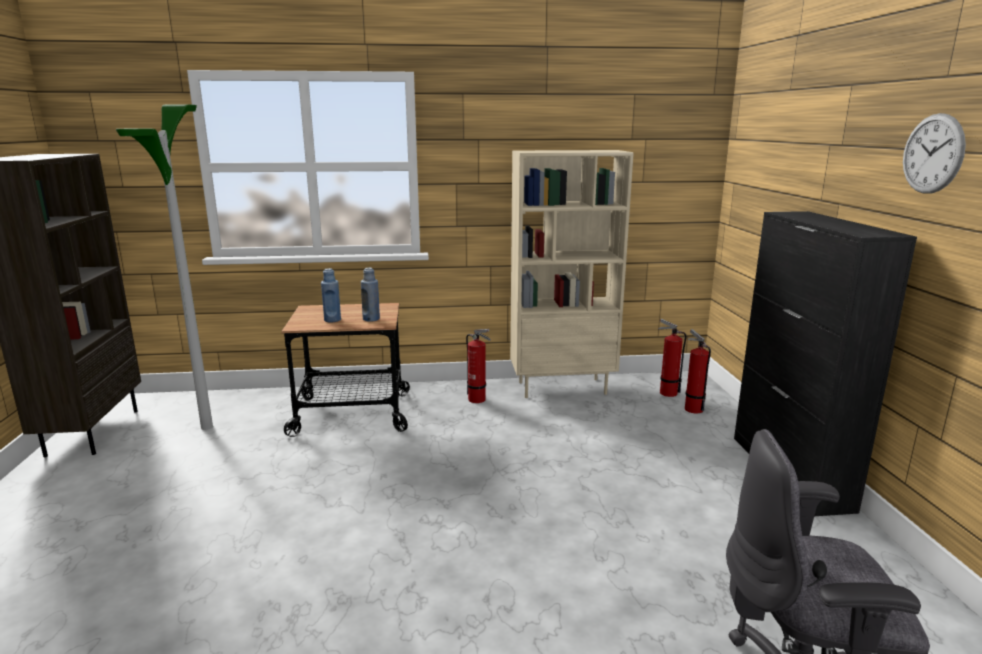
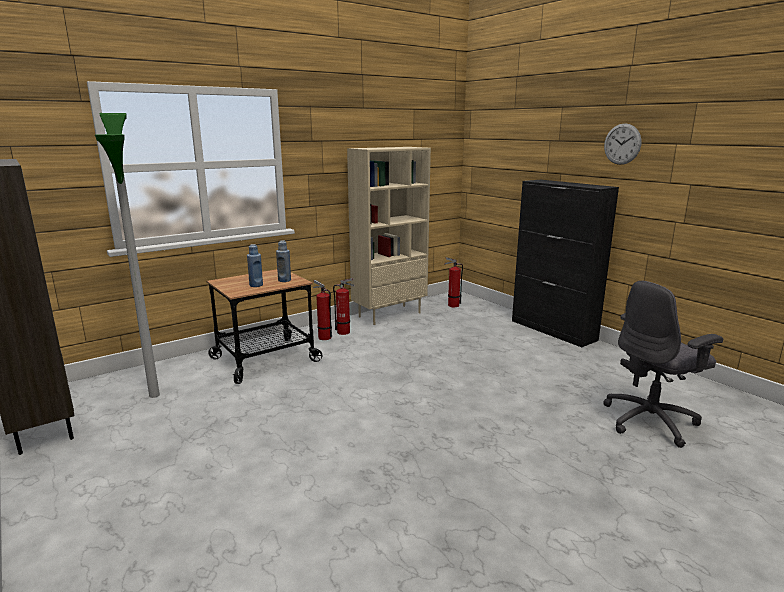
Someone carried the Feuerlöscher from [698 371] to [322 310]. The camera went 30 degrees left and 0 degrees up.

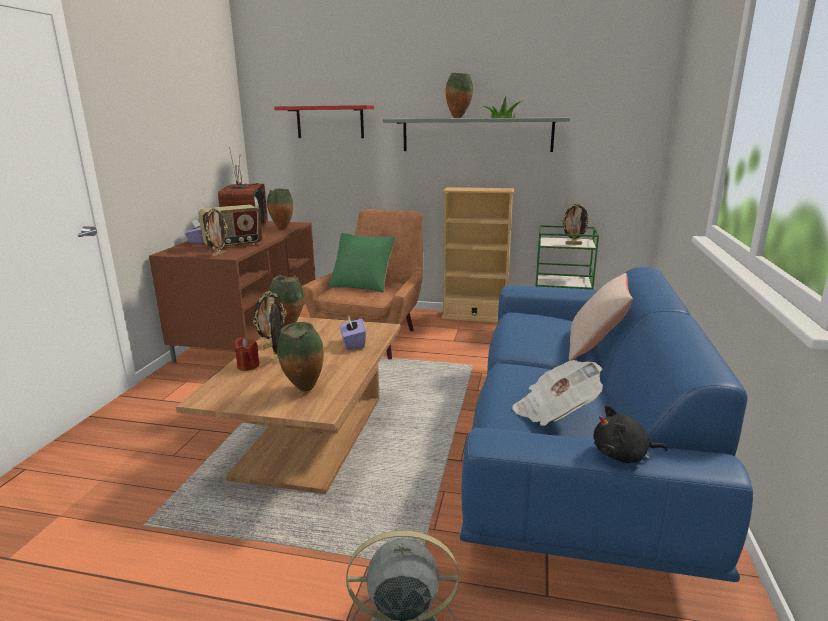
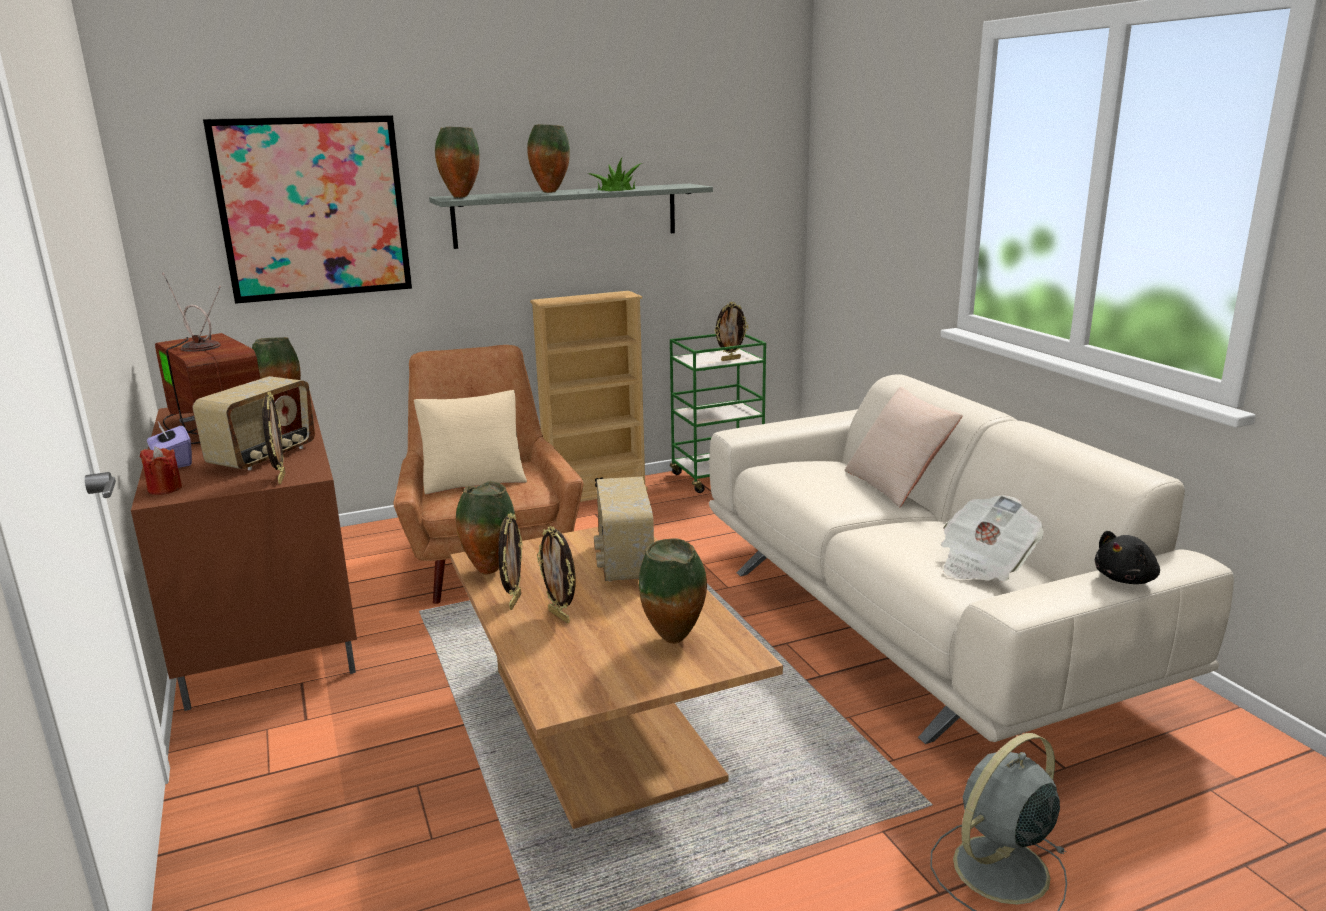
Someone put down the Vase at [457 162]. Someone carried the Kerze (rot) from [247 354] to [161 471]. Someone swapped the Wandregal (rot) at [324 121] for the Bild at [307 209]. Someone swapped the Taschentuchbox (lila) at [353 332] for the Radio at [624 528]. Someone repainted the Kissen (grün) at [362 263], which became the Kissen (beige) at [470 442]. Someone repainted the Sofa (blau) at [606 424], which became the Sofa (beige) at [971 559]. The camera went 35 degrees left and 0 degrees up.

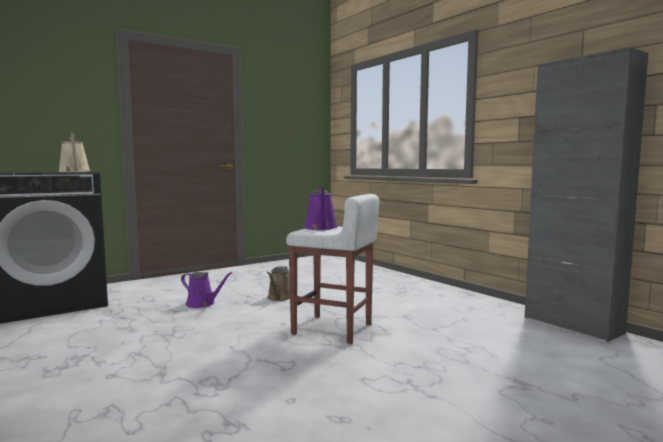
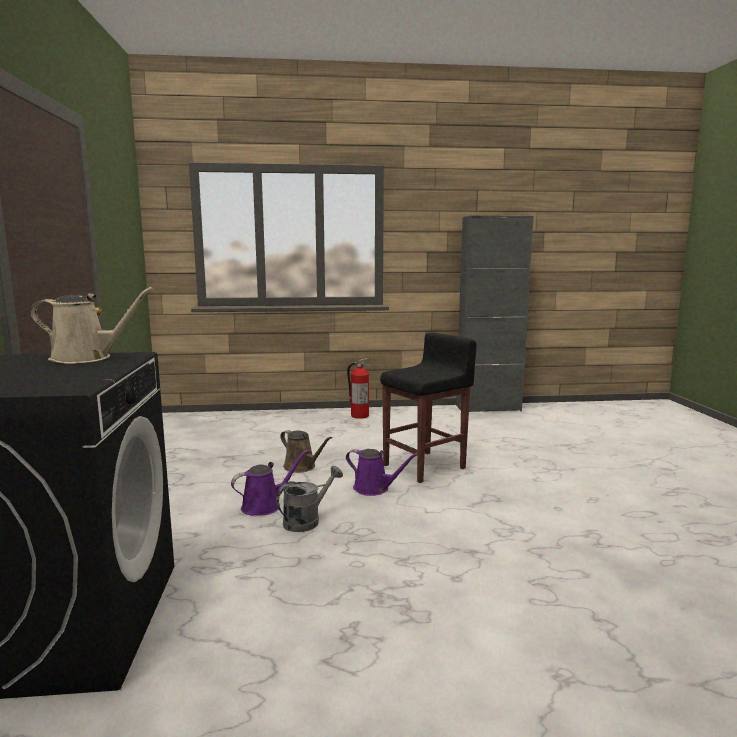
Someone put down the Gießkanne (grau) at [309 499]. Someone put down the Feuerlöscher at [359 388]. Someone carried the Gießkanne (lila) from [320 208] to [382 472]. Someone repainted the Hocker (weiß) at [332 269], which became the Hocker (schwarz) at [428 407]. The camera went 60 degrees left and 5 degrees up.

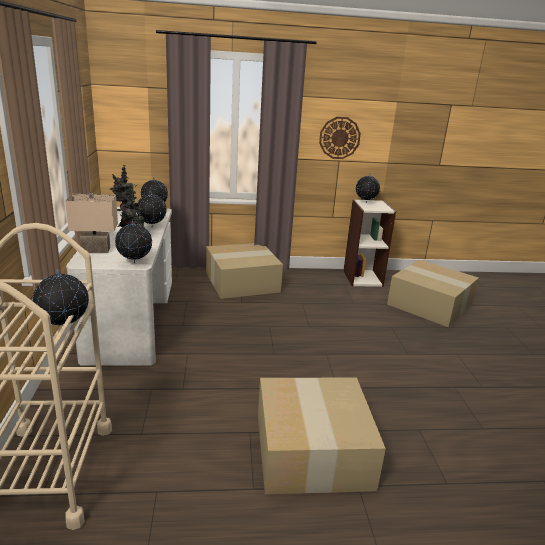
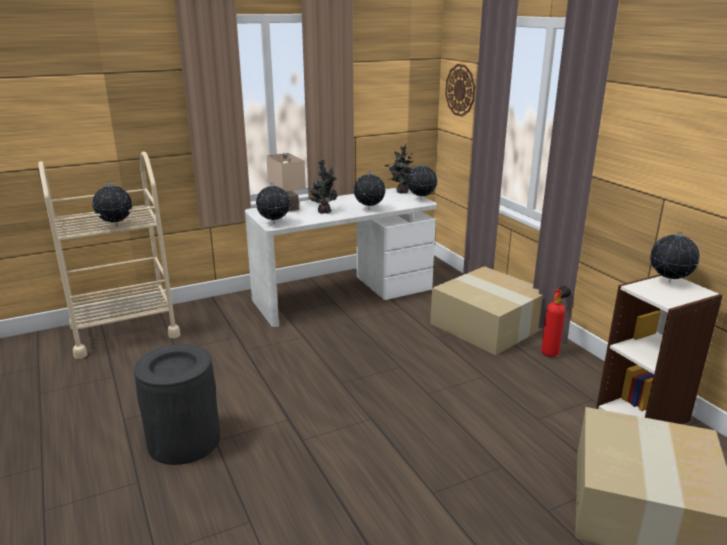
Someone put down the Feuerlöscher at [556 321]. Someone carried the Wanduhr from [340 138] to [460 90]. Someone swapped the Karton at [322 436] for the Mülleimer (schwarz) at [177 404]. The camera went 70 degrees right and 0 degrees up.

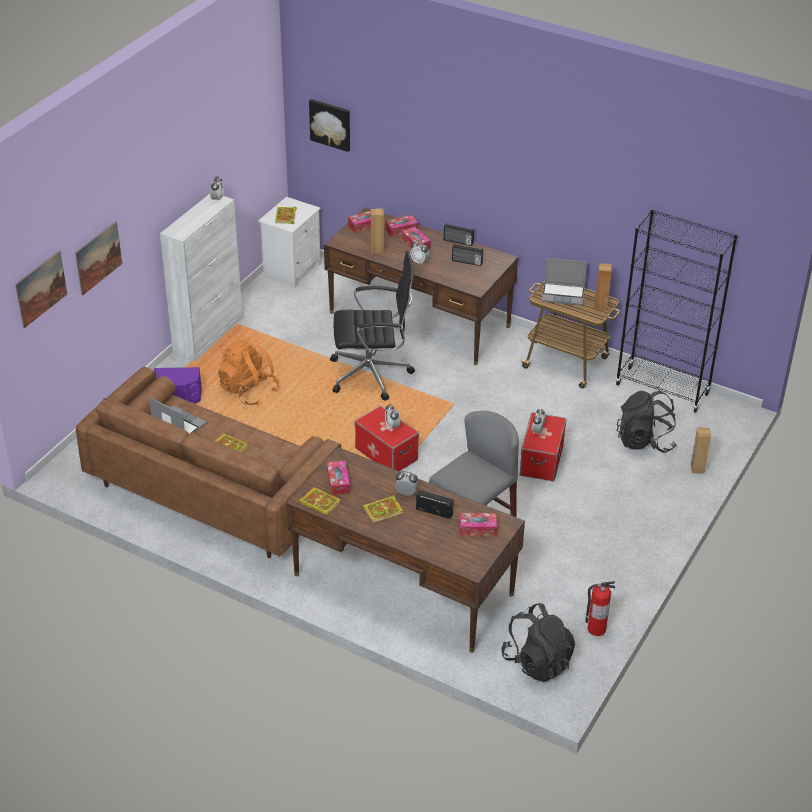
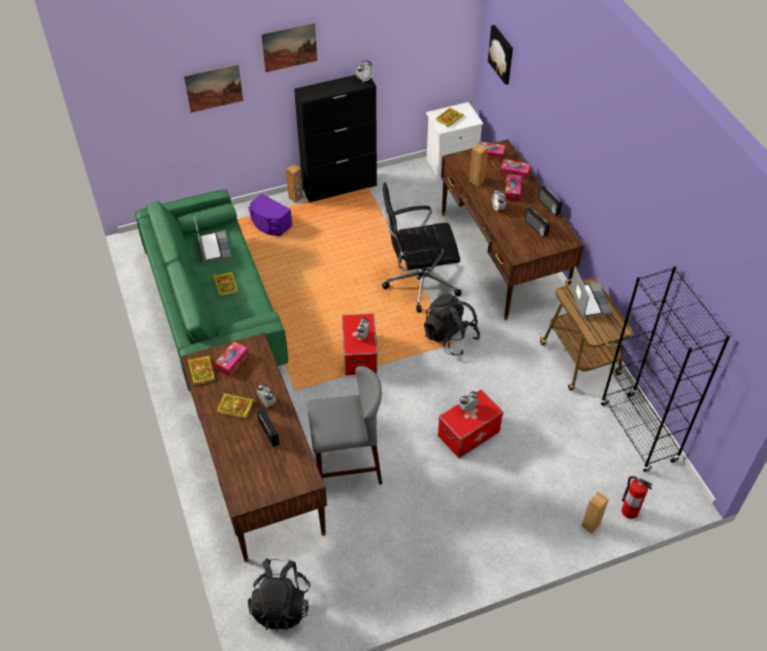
Someone took away the Rucksack (orange) at [249 372]. Someone took away the Taschentuchbox at [478 524]. Someone carried the Bild from [41 289] to [289 47]. Someone carried the Feuerlöscher from [600 608] to [637 497]. Someone carried the Lautsprecher (braun) from [603 286] to [294 183]. Someone carried the Rucksack (schwarz) from [646 421] to [452 325]. Someone repainted the Sofa (braun) at [208 462], which became the Sofa (grün) at [211 290]. Someone repainted the Schrank (weiß) at [201 278], which became the Schrank (schwarz) at [335 139]. Someone rotated the Bürostuhl (schwarz) at [372 326] by 135 degrees clockwise. Someone rotated the Laptop at [564 282] by 150 degrees counterclockwise. The camera went 40 degrees right and 10 degrees up.

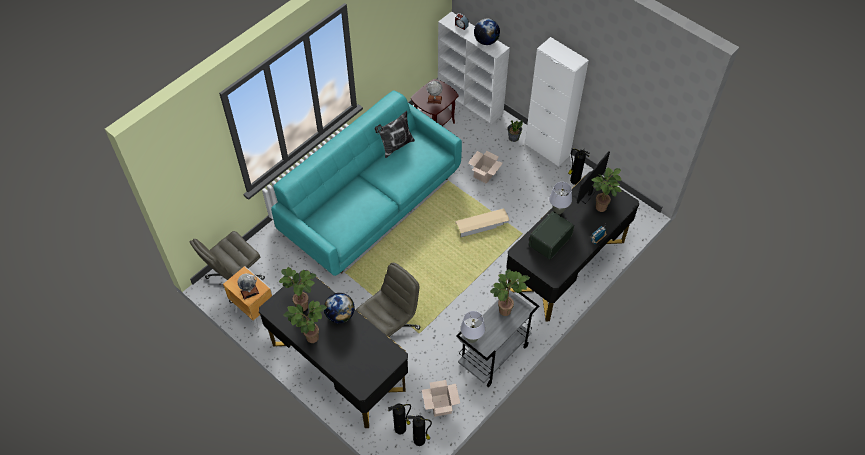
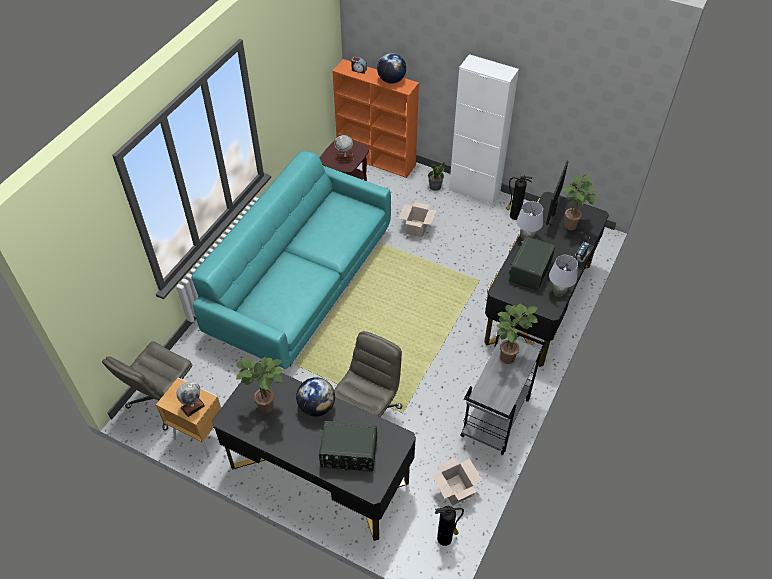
Someone took away the Topfpflanze at [305 322]. Someone took away the Kissen at [395 134]. Someone took away the Feuerlöscher at [399 418]. Someone took away the Aufbewahrungsbox (beige) at [482 223]. Someone put down the Radio at [348 446]. Someone carried the Tischlampe (grau) from [472 327] to [563 276]. Someone repainted the Bücherregal (weiß) at [474 67], which became the Bücherregal (orange) at [376 118]. The camera went 15 degrees left and 5 degrees down.

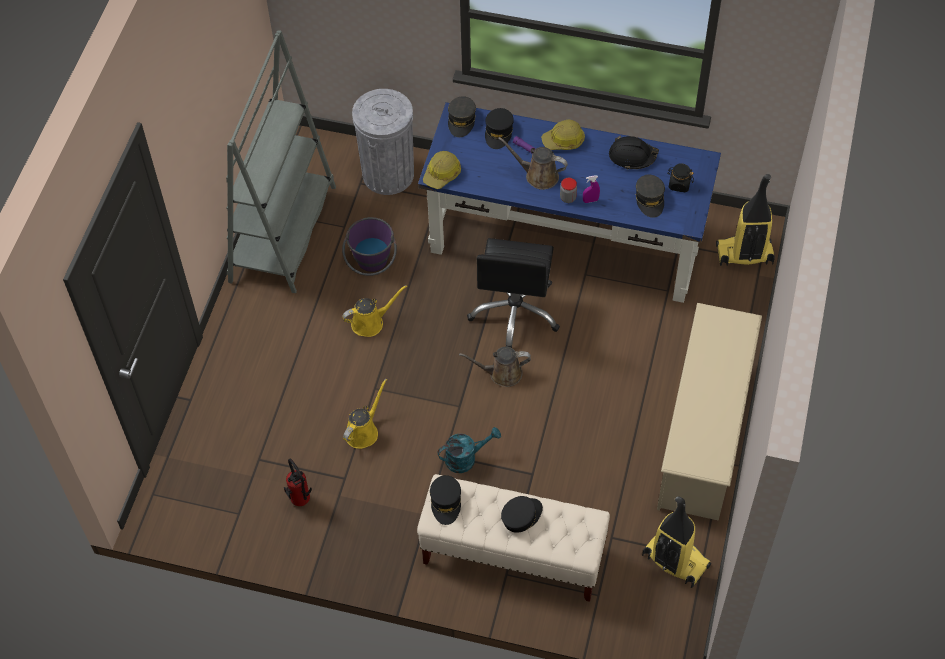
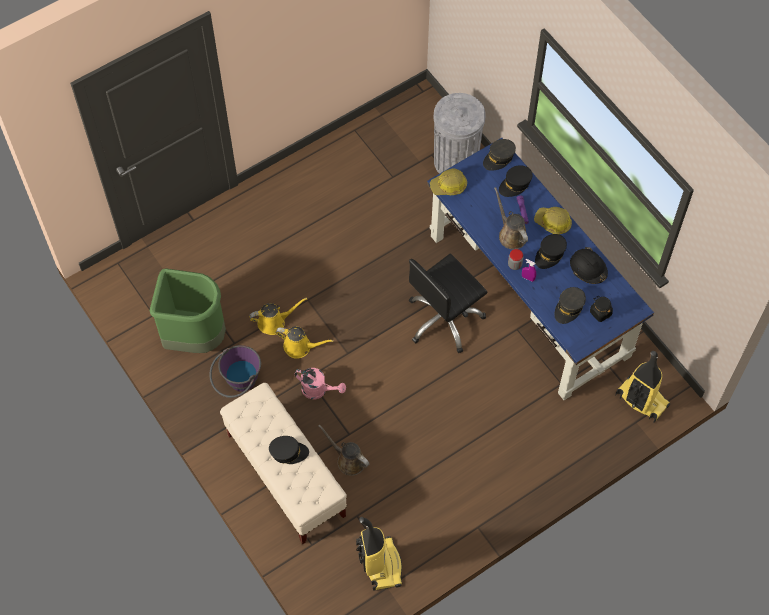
Someone took away the Bücherregal (grau) at [281 161]. Someone took away the Schuhregal (beige) at [709 412]. Someone carried the Eimer (lila) from [369 246] to [235 371]. Someone carried the Gießkanne (gelb) from [374 311] to [305 342]. Someone carried the Kappe (schwarz) from [445 500] to [551 251]. Someone carried the Gießkanne (braun) from [495 367] to [344 450]. Someone swapped the Feuerlöscher at [298 482] for the Mülleimer (grün) at [188 310]. Someone repainted the Gießkanne (türkis) at [469 450], which became the Gießkanne (rosa) at [320 383]. The camera went 40 degrees right and 5 degrees up.

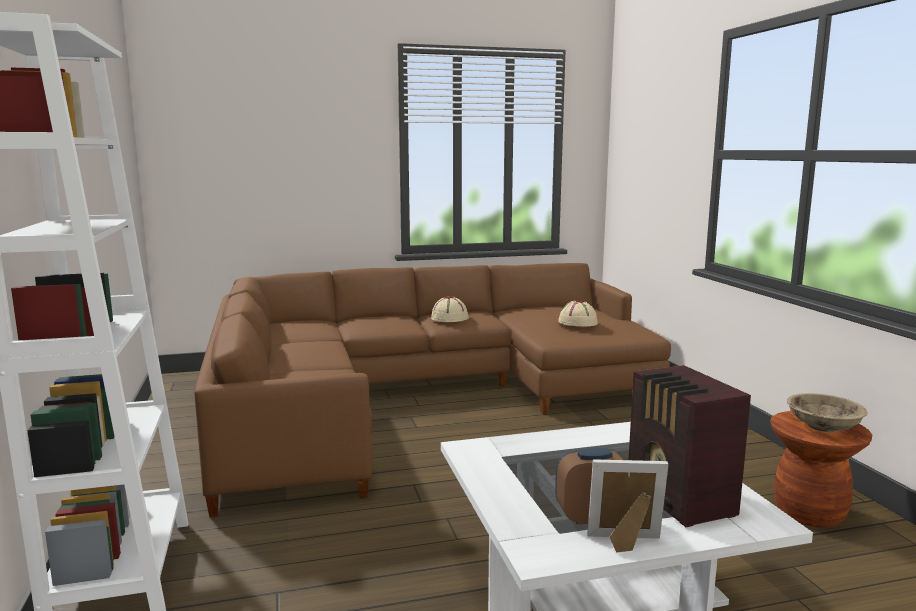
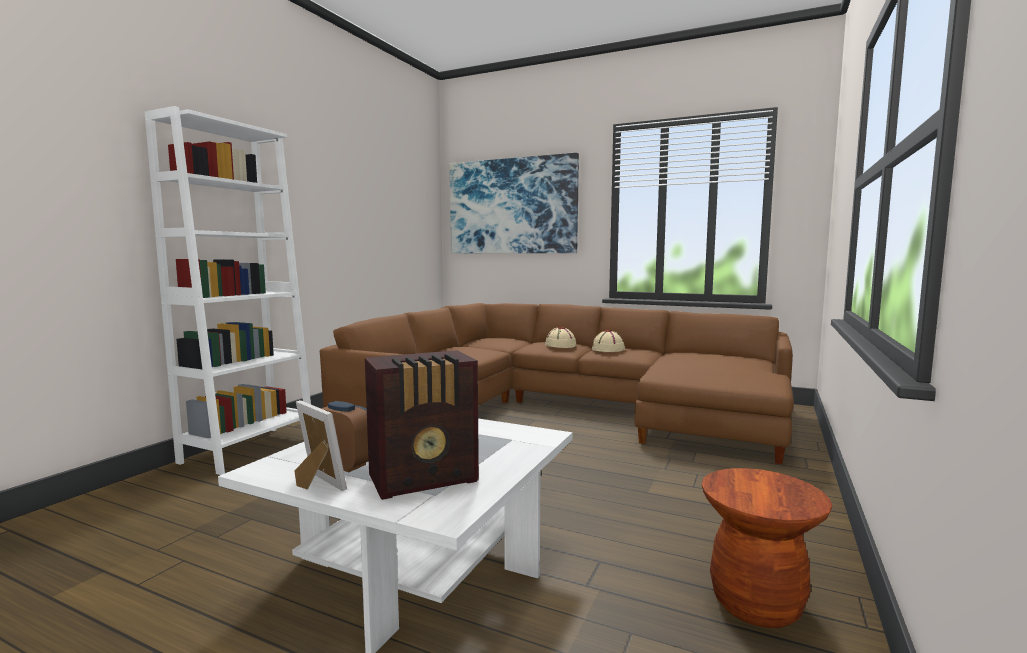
Someone took away the Schüssel (beige) at [827 412]. Someone put up the Bild at [514 203]. Someone carried the Hut (beige) from [578 313] to [560 337]. Someone rotated the Radio at [690 446] by 135 degrees counterclockwise. The camera went 40 degrees right and 5 degrees down.

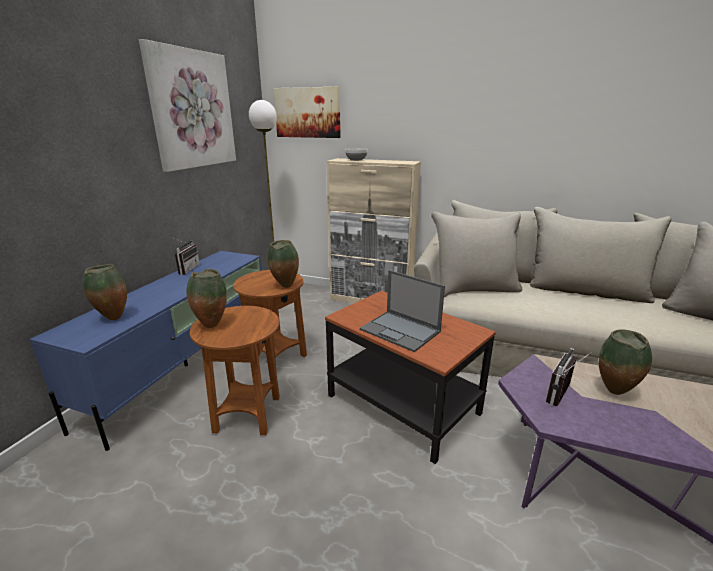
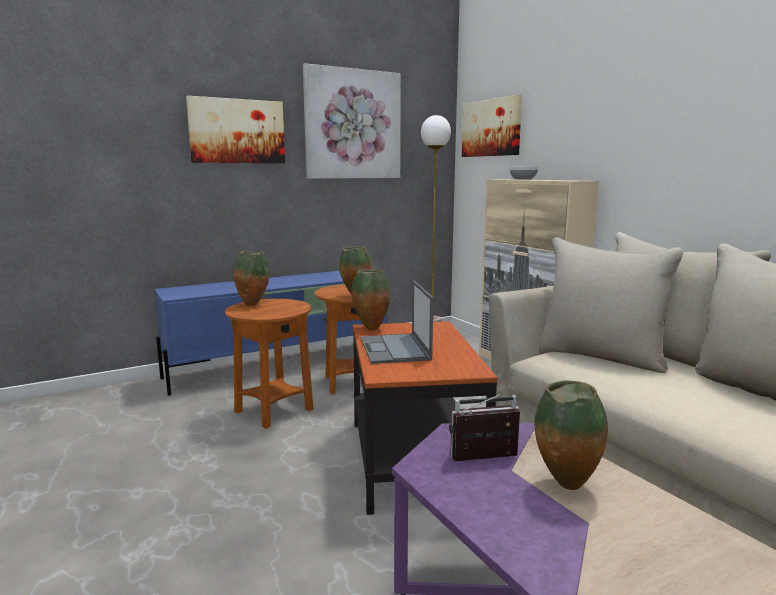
Someone took away the Radio at [185 256]. Someone put up the Bild at [235 129]. Someone carried the Vase from [105 292] to [370 299]. The camera went 40 degrees right and 10 degrees down.

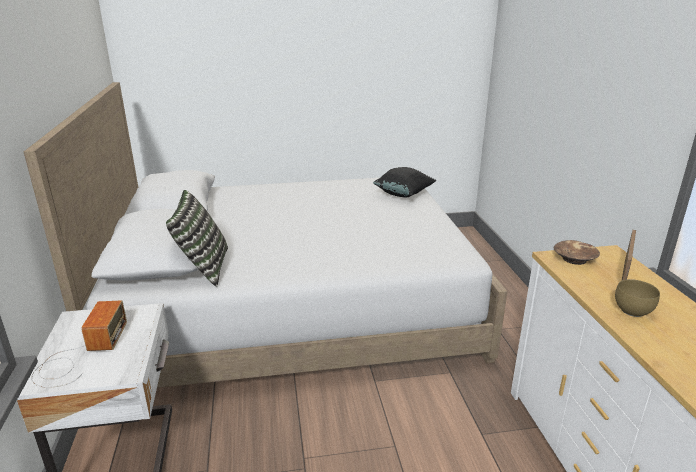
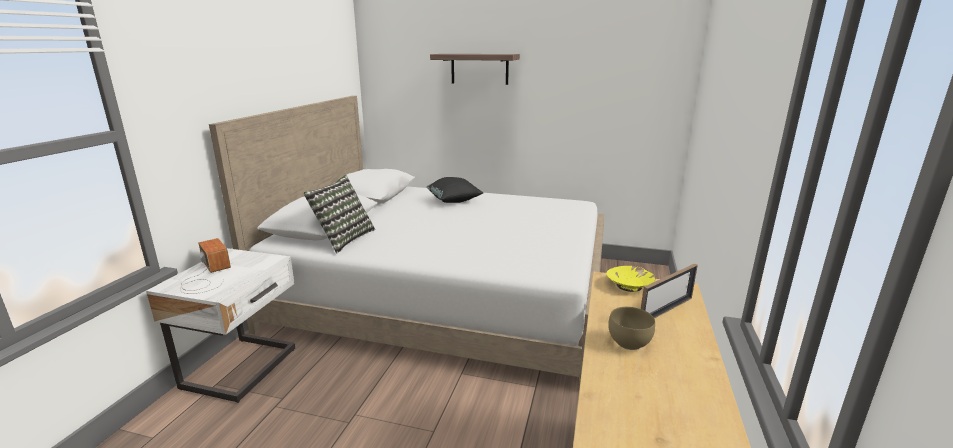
Someone put up the Wandregal at [475 69]. Someone carried the Kissen (schwarz) from [405 182] to [454 190]. Someone repainted the Schüssel (braun) at [577 252], which became the Schüssel (gelb) at [630 279]. Someone rotated the Radio at [79 344] by 60 degrees counterclockwise. The camera went 25 degrees right and 5 degrees down.

